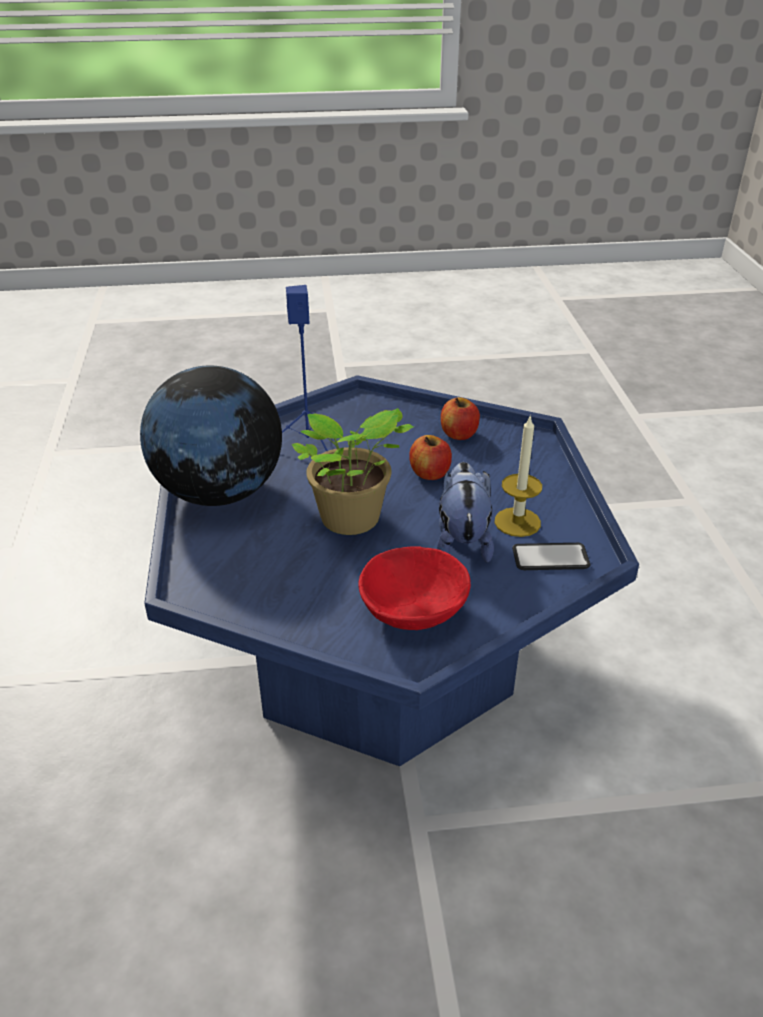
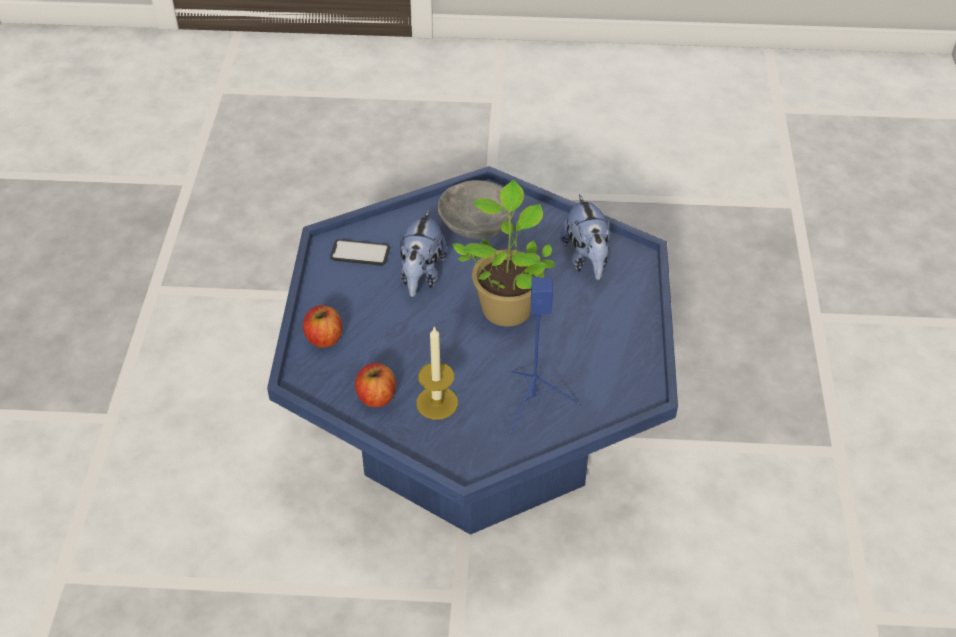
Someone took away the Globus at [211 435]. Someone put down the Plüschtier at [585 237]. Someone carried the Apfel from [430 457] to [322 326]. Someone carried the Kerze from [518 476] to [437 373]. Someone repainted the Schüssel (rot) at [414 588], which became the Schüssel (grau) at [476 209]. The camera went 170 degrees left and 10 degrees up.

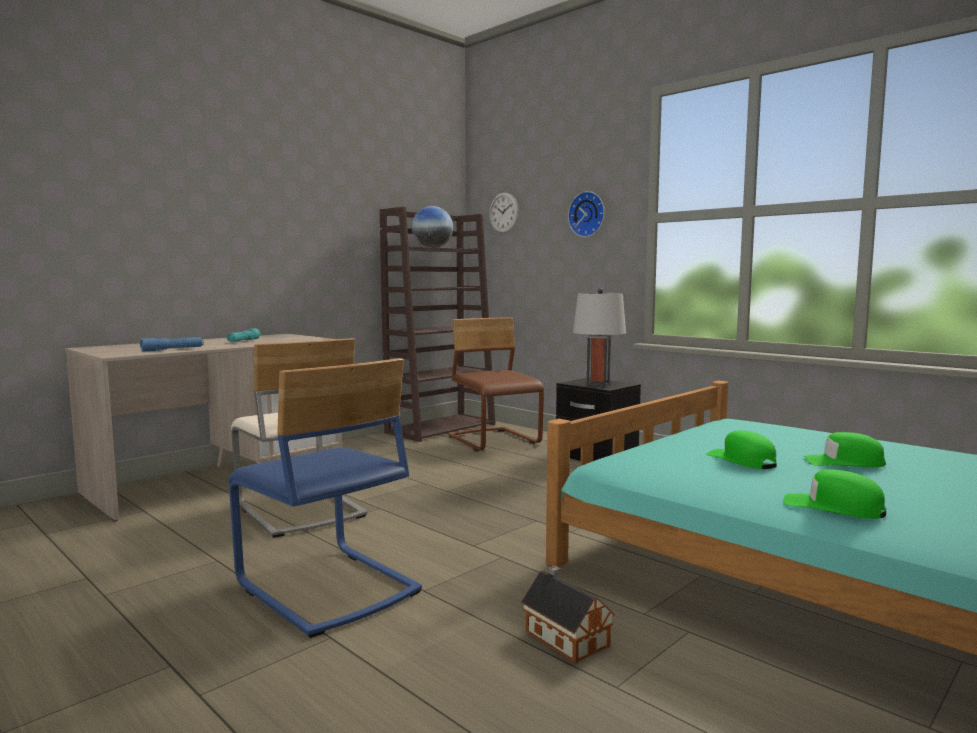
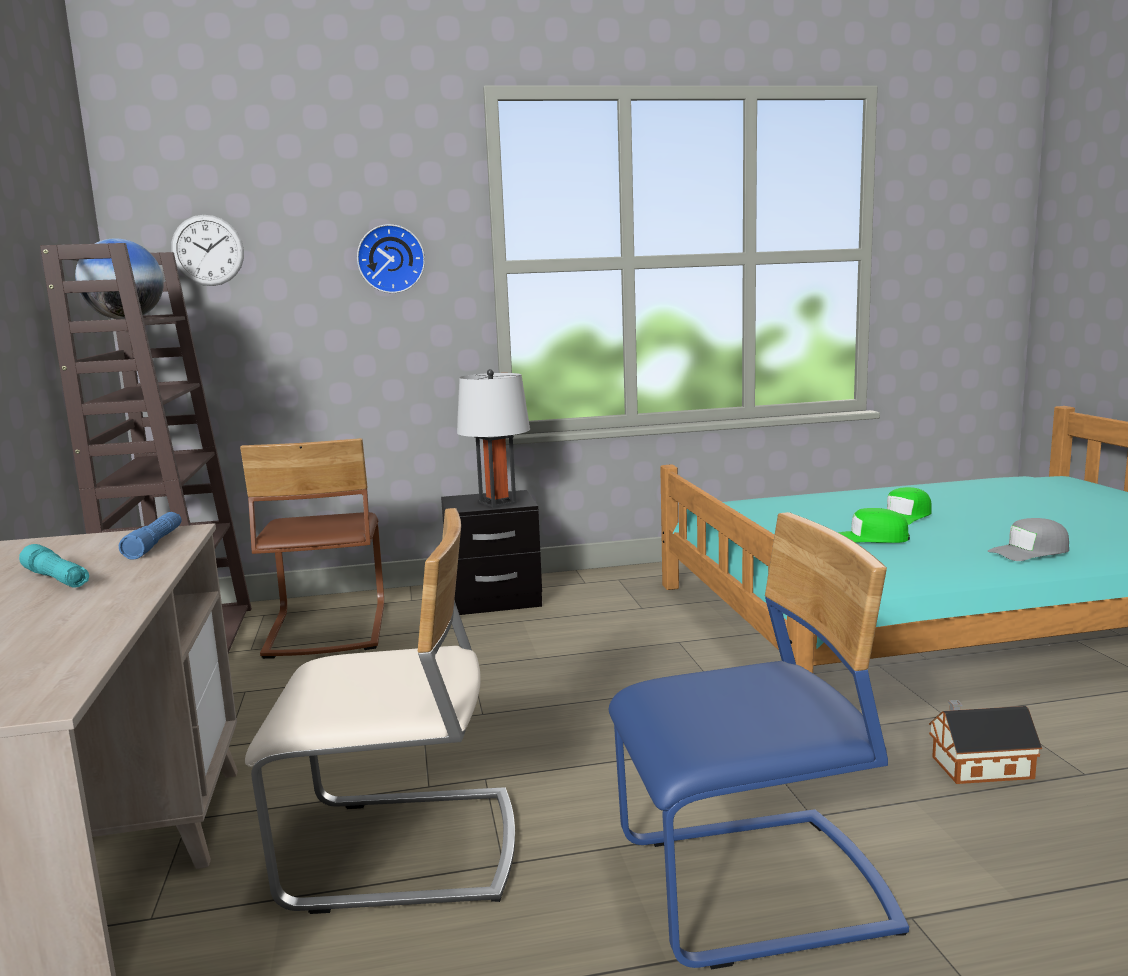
Someone carried the Taschenlampe (blau) from [172 344] to [150 536]. Someone repainted the Kappe (grün) at [834 494], which became the Kappe (grau) at [1028 539]. Someone rotated the Stuhl (braun) at [496 384] by 105 degrees counterclockwise. The camera went 55 degrees left and 5 degrees up.

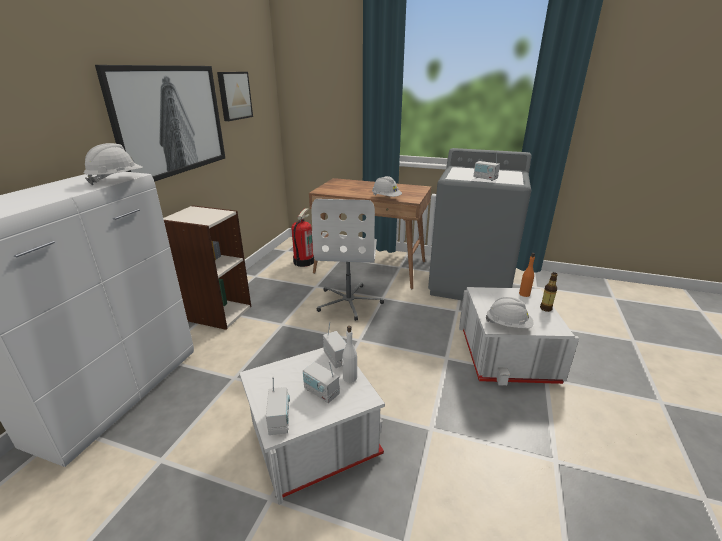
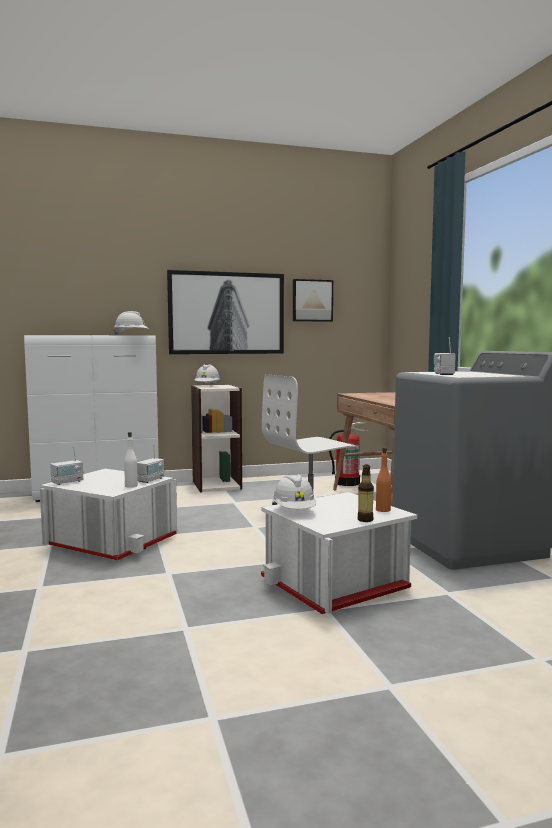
Someone took away the Radio at [321 382]. Someone carried the Schutzhelm (weiß) from [387 186] to [207 375]. The camera went 55 degrees right and 20 degrees down.

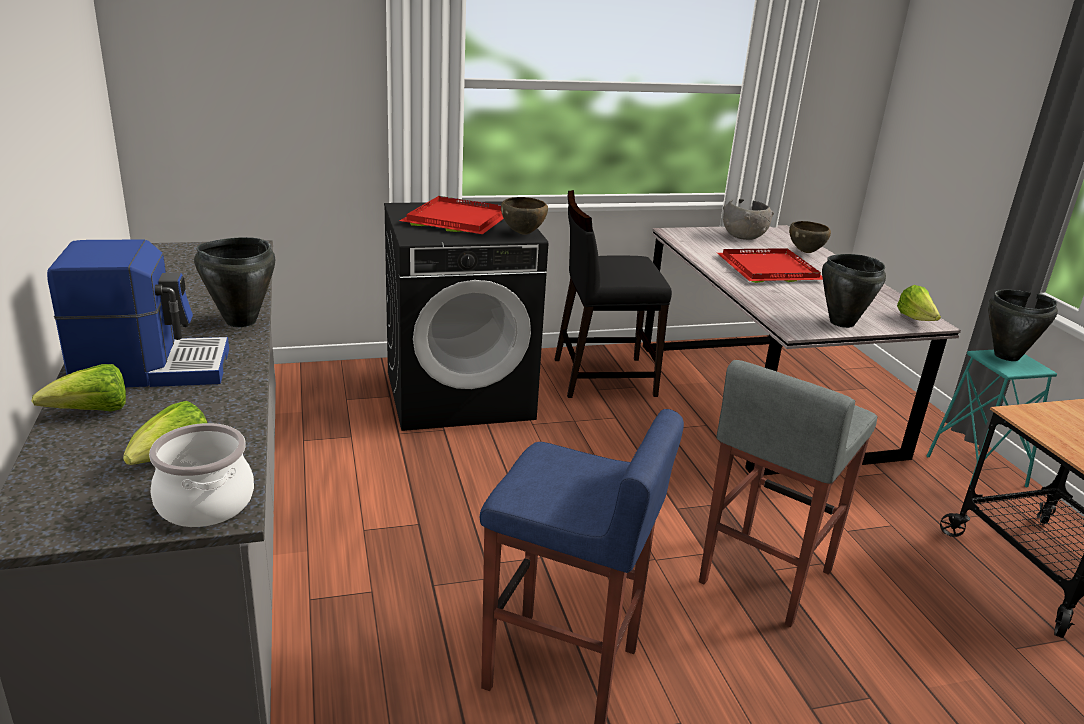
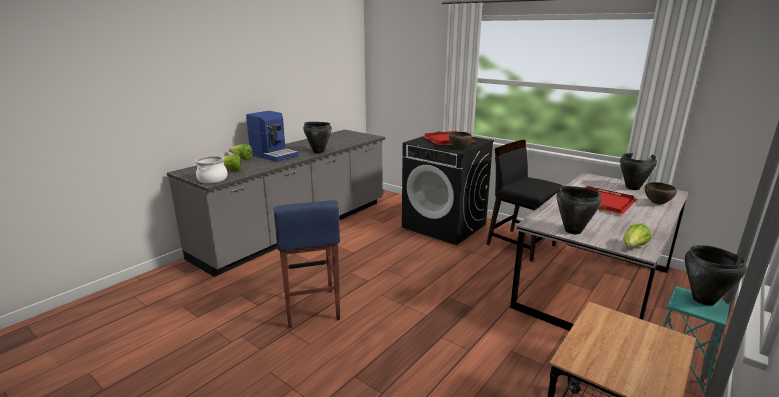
Someone took away the Hocker (grau) at [788 493]. Someone swapped the Schüssel (grau) at [748 219] for the Kochtopf (schwarz) at [638 171]. The camera went 55 degrees right and 5 degrees down.

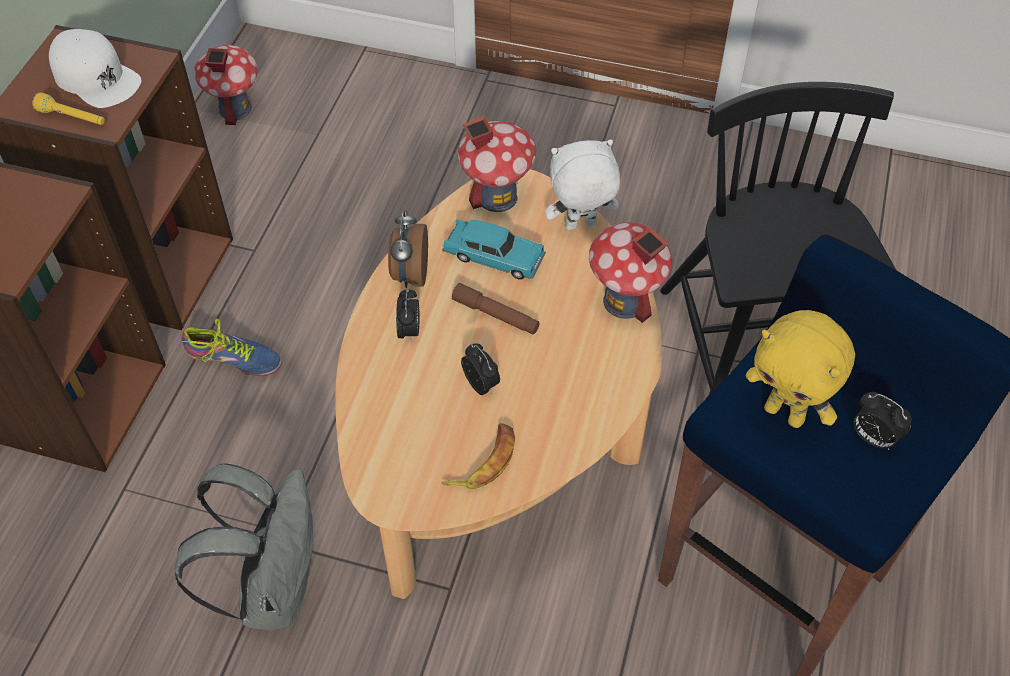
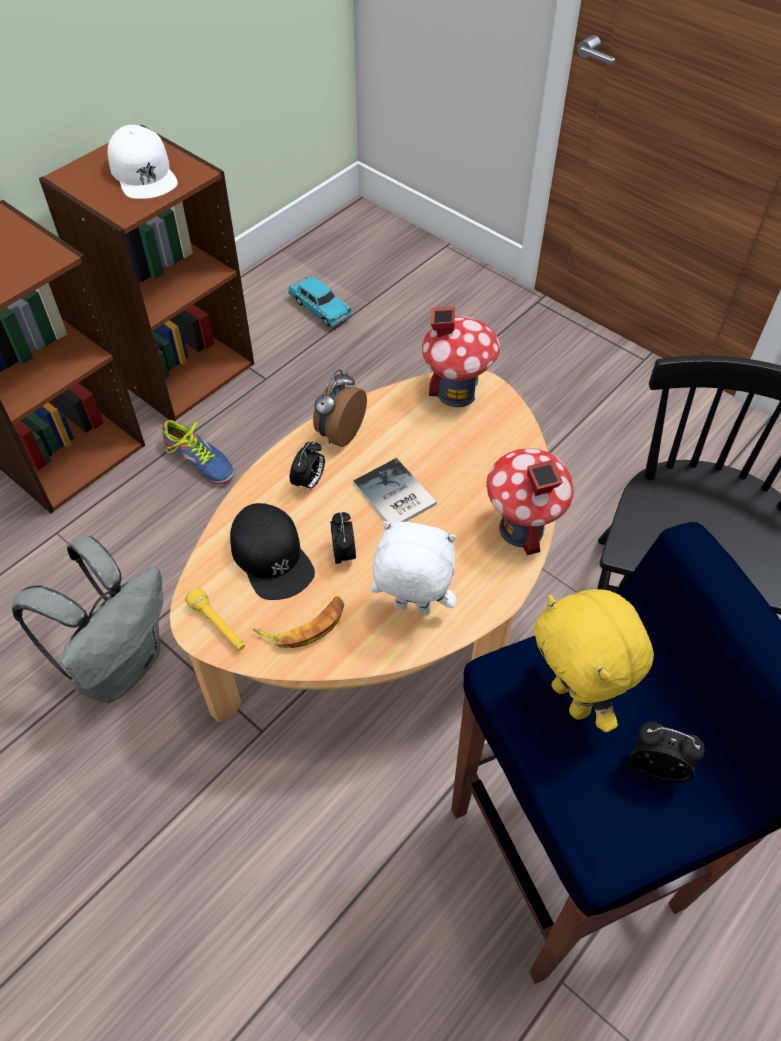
Someone took away the Spielzeughaus at [225 85]. Someone put down the Kappe (schwarz) at [272 551]. Someone carried the Taschenlampe (gelb) from [68 108] to [215 619]. Someone carried the Spielzeugauto (türkis) from [494 249] to [320 301]. Someone carried the Plüschtier (weiß) from [582 184] to [413 568]. Someone swapped the Taschenlampe (braun) at [496 308] for the Buch at [395 490]. Someone rotated the Wecker at [883 421] by 135 degrees clockwise. The camera went 25 degrees right and 0 degrees up.

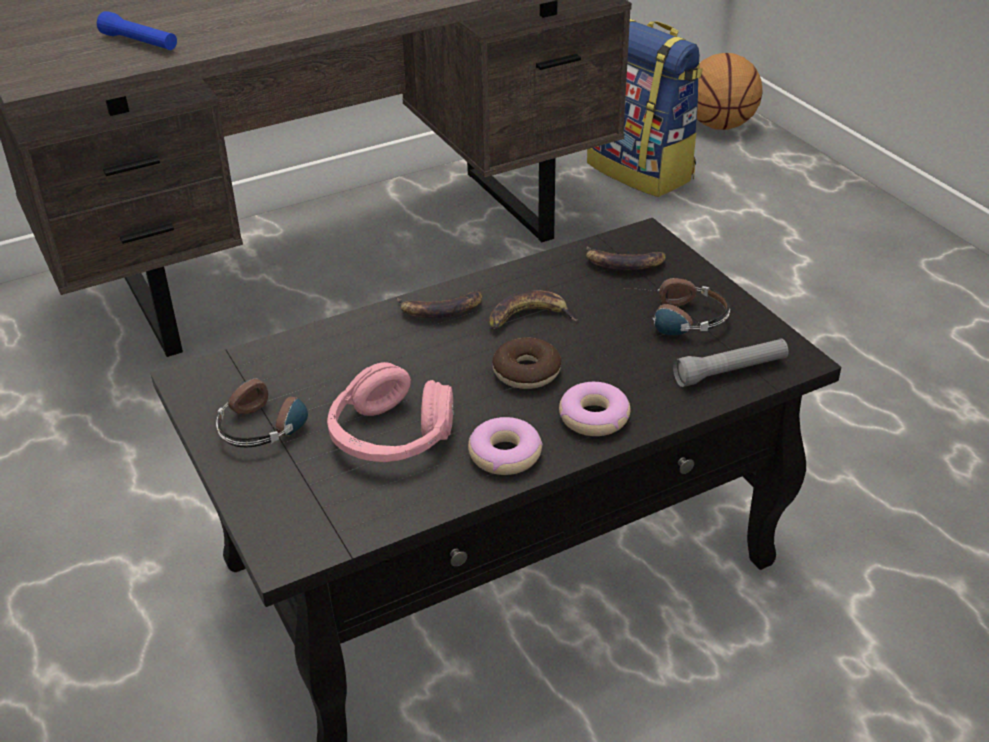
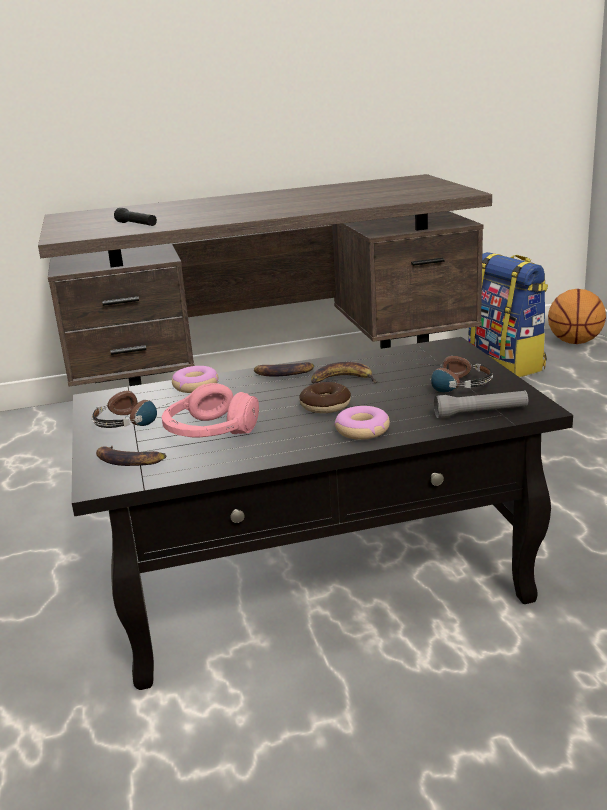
Someone carried the Donut from [505 446] to [195 379]. Someone carried the Banane from [626 258] to [131 455]. Someone repainted the Taschenlampe (blau) at [137 30], which became the Taschenlampe (schwarz) at [135 217]. The camera went 15 degrees right and 15 degrees down.

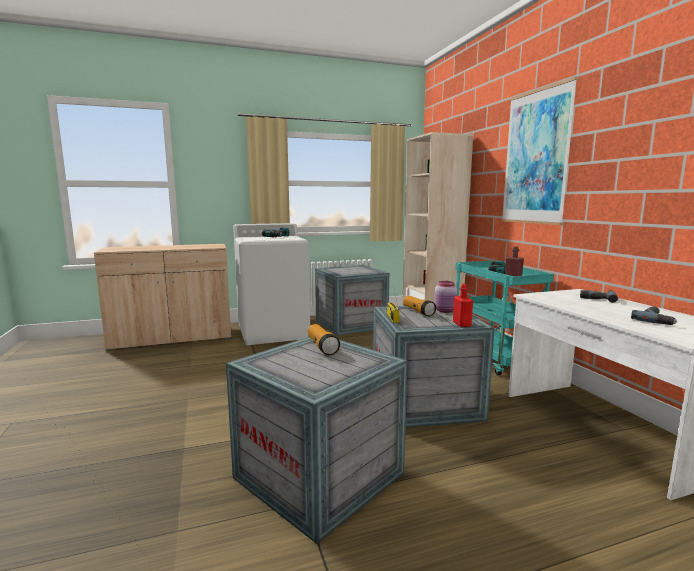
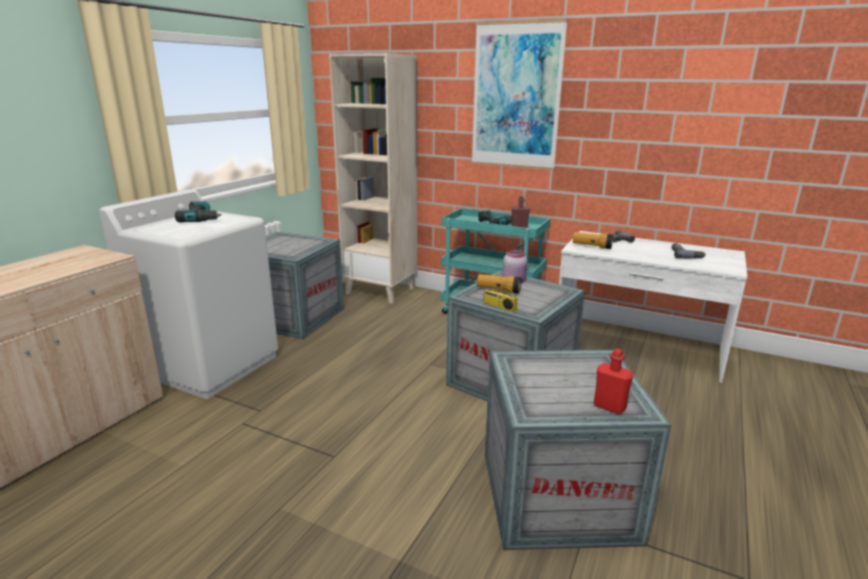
Someone carried the Taschenlampe from [324 339] to [593 240]. Someone carried the Flasche (rot) from [463 305] to [613 381]. The camera went 45 degrees left and 10 degrees up.

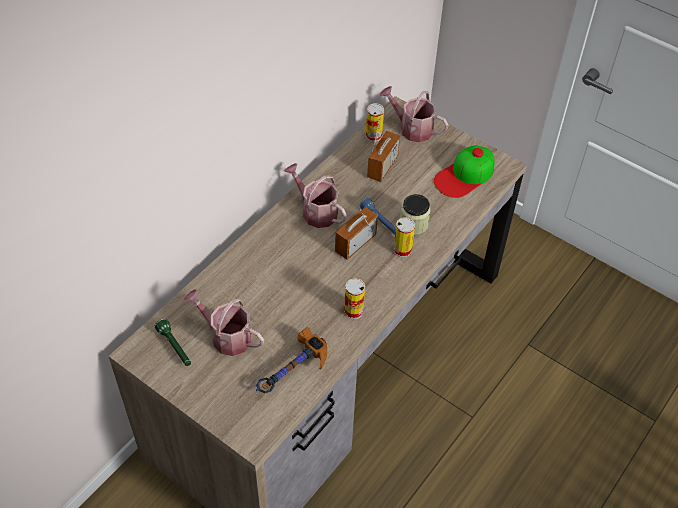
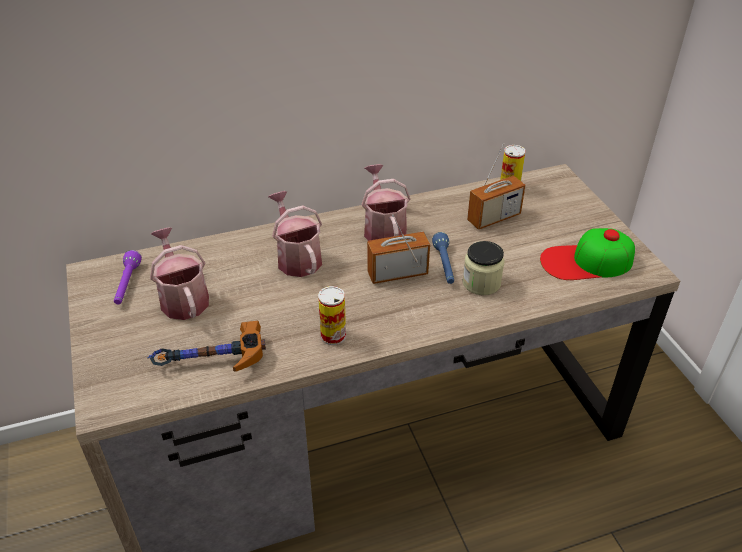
Someone took away the Dose at [404 237]. Someone carried the Gießkanne from [414 114] to [295 234]. Someone repainted the Taschenlampe (grün) at [173 342], which became the Taschenlampe (lila) at [128 277]. The camera went 35 degrees right and 10 degrees down.

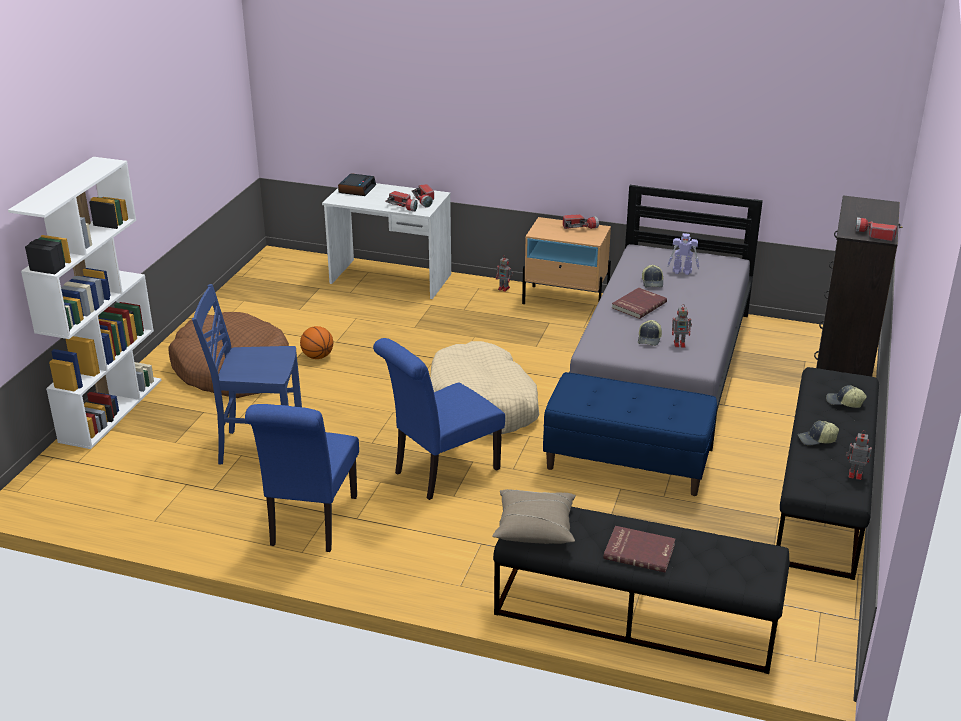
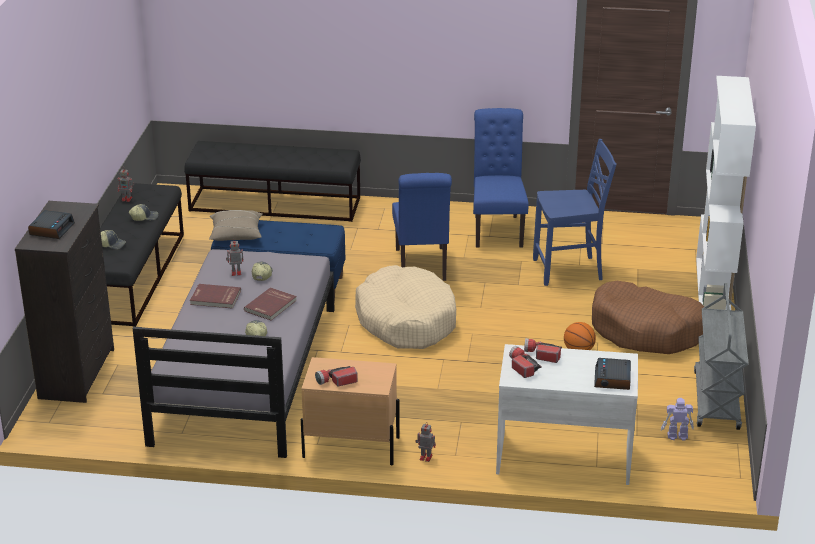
Someone took away the Taschenlampe at [876 229]. Someone put down the Wecker at [51 224]. Someone put down the Rollwagen (grau) at [721 356]. Someone carried the Kissen (beige) from [534 516] to [236 225]. Someone carried the Buch (rot) from [639 549] to [215 296]. Someone carried the Spielzeugroboter from [683 254] to [677 419]. Someone rotated the Stuhl (blau) at [439 419] by 135 degrees clockwise. The camera went 170 degrees right and 0 degrees up.

